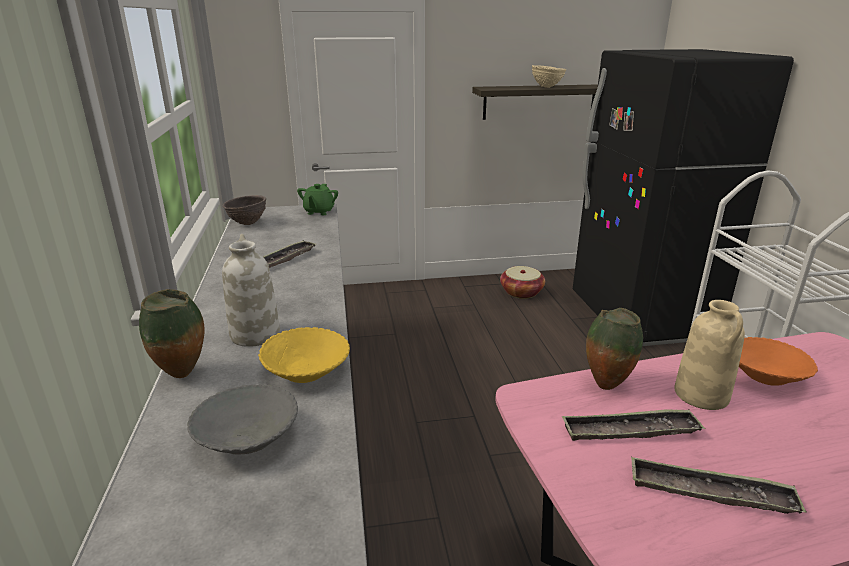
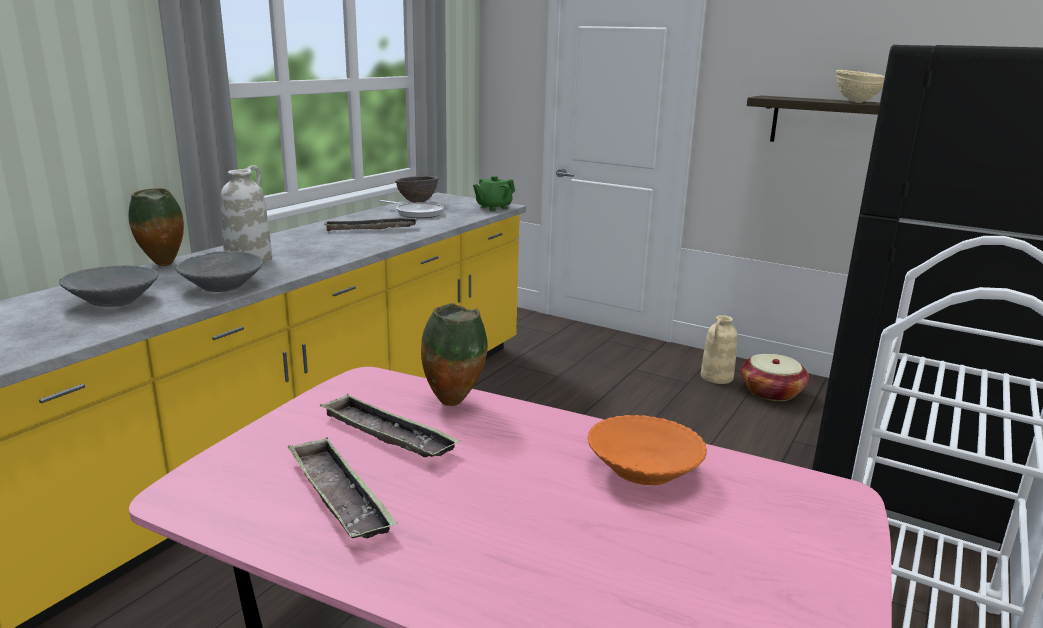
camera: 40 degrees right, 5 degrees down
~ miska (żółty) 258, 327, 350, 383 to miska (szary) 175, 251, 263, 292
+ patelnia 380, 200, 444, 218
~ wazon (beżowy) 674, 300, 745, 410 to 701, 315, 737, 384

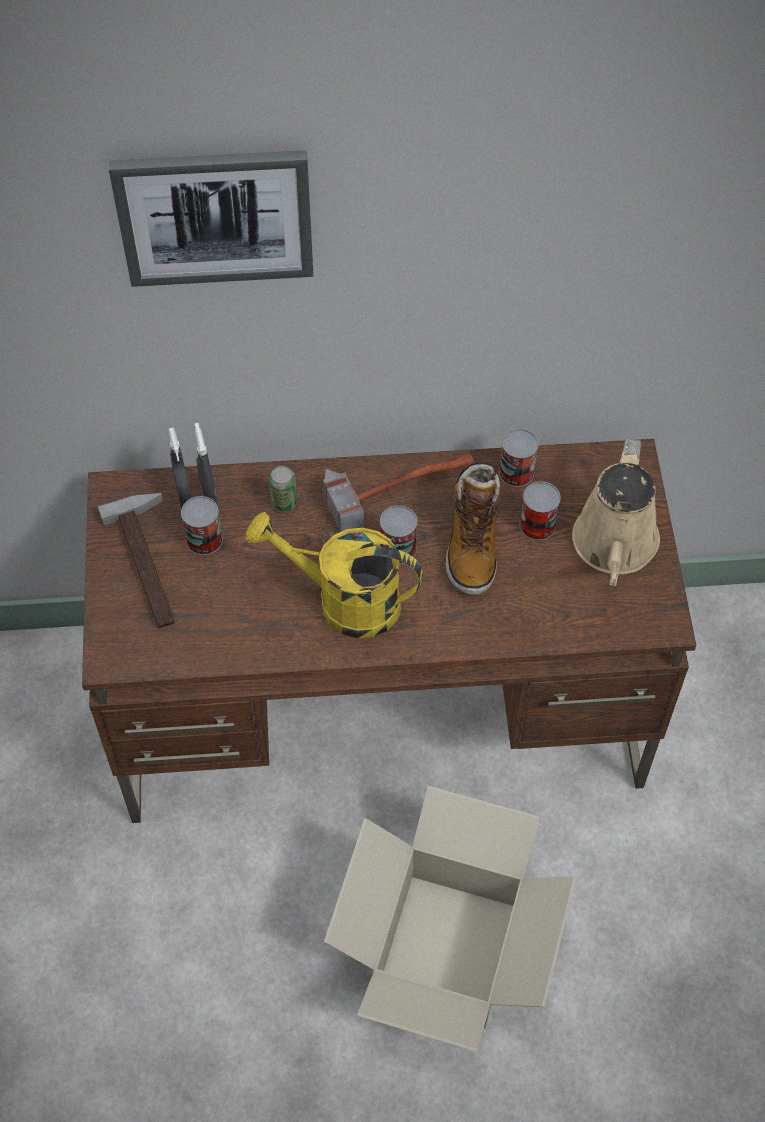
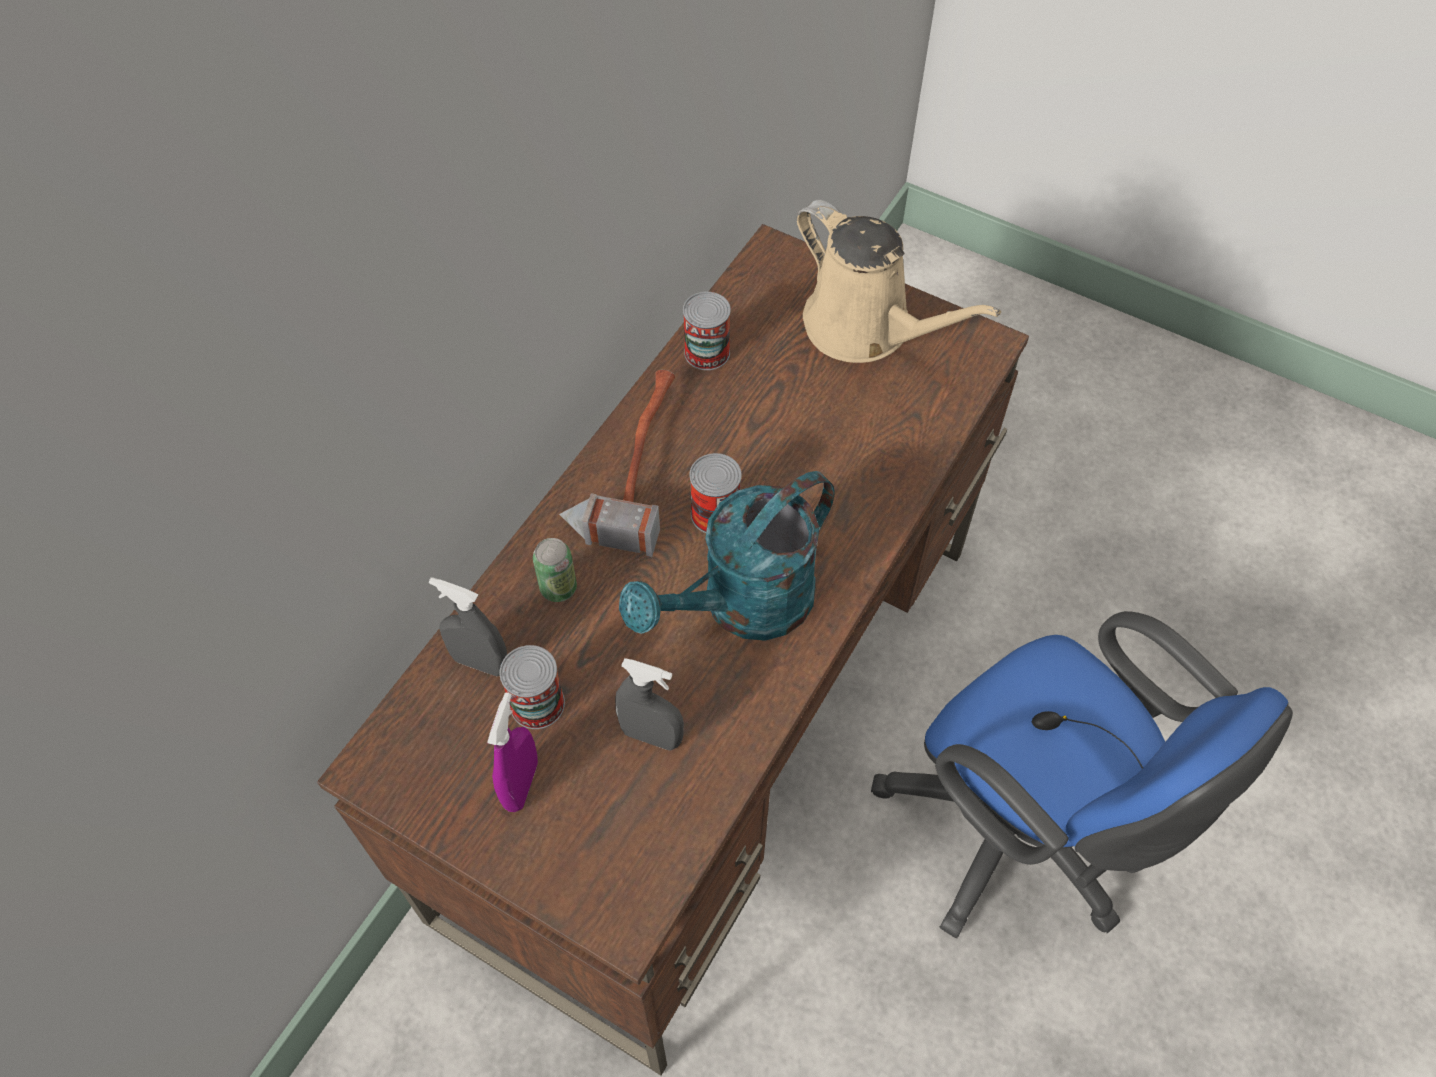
camera: 55 degrees left, 0 degrees up
~ młotek 98, 493, 175, 628 to spryskiwacz (fioletowy) 487, 693, 538, 812
~ spryskiwacz (szary) 169, 428, 191, 509 to 615, 658, 684, 751
~ konewka (żółty) 246, 512, 423, 638 to konewka (turkusowy) 619, 471, 835, 641
~ karton 324, 786, 576, 1052 to krzesło biurowe (niebieski) 871, 611, 1293, 938
- obraz 109, 150, 313, 287
- but z cholewką 446, 462, 501, 594
- puszka 519, 481, 561, 540

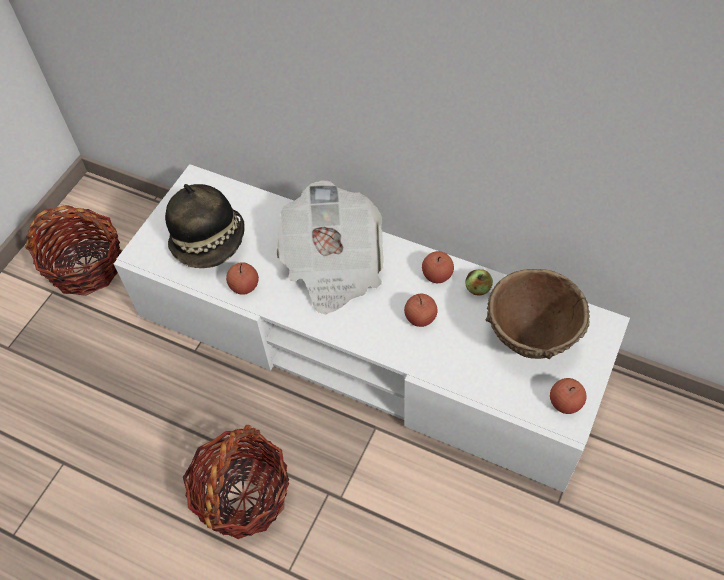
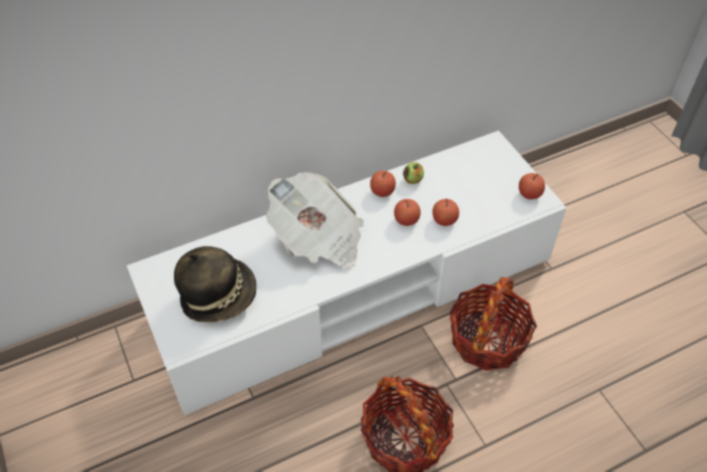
camera: 55 degrees left, 5 degrees down
~ jabłko 226, 262, 259, 295 to 432, 198, 459, 226
~ koszyk 25, 205, 121, 296 to 449, 277, 537, 371
- miska (brązowy) 485, 269, 590, 359

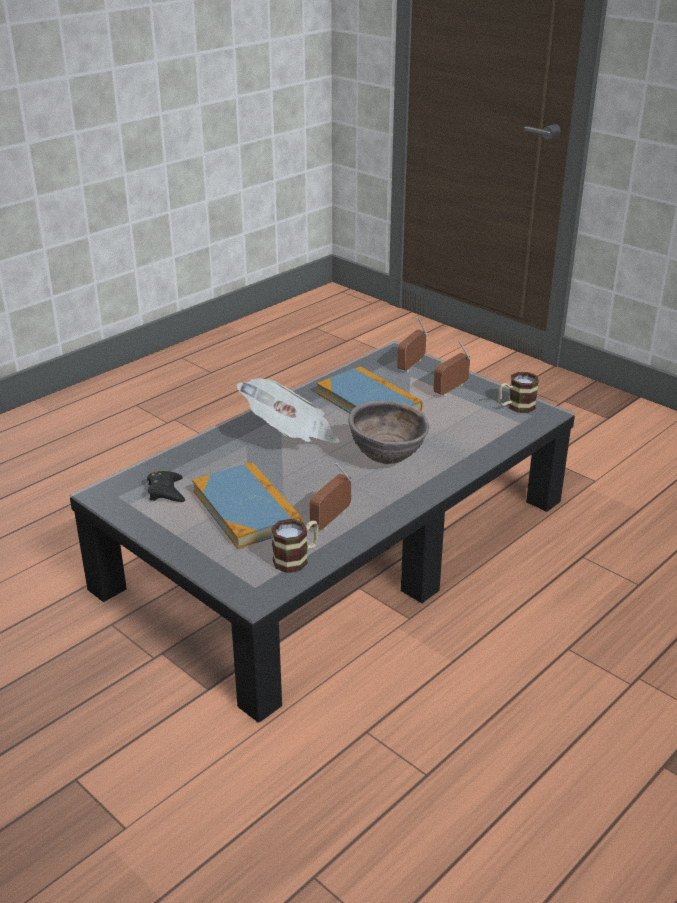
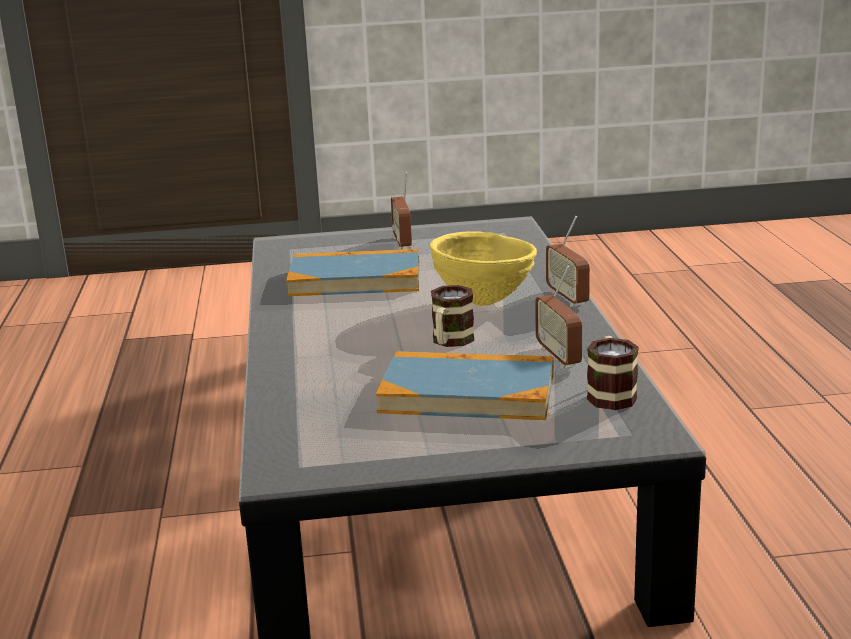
camera: 50 degrees left, 10 degrees down
~ miska (brązowy) 348, 400, 429, 464 to miska (żółty) 430, 231, 537, 306
~ kubek 499, 372, 539, 413 to 431, 285, 475, 347
~ radio 397, 316, 427, 372 to 546, 216, 590, 307
- pad do gier (czarny) 147, 471, 185, 502
- gazeta 236, 378, 340, 443

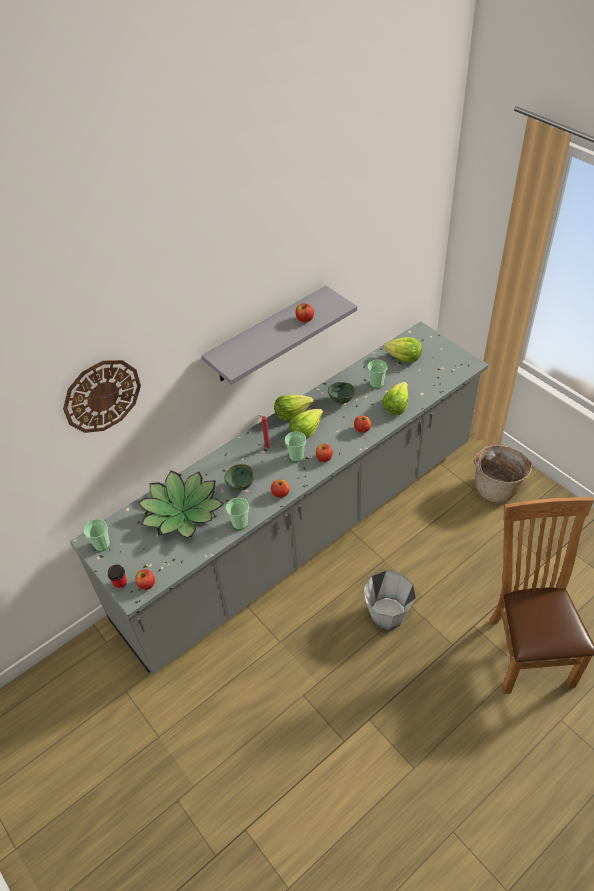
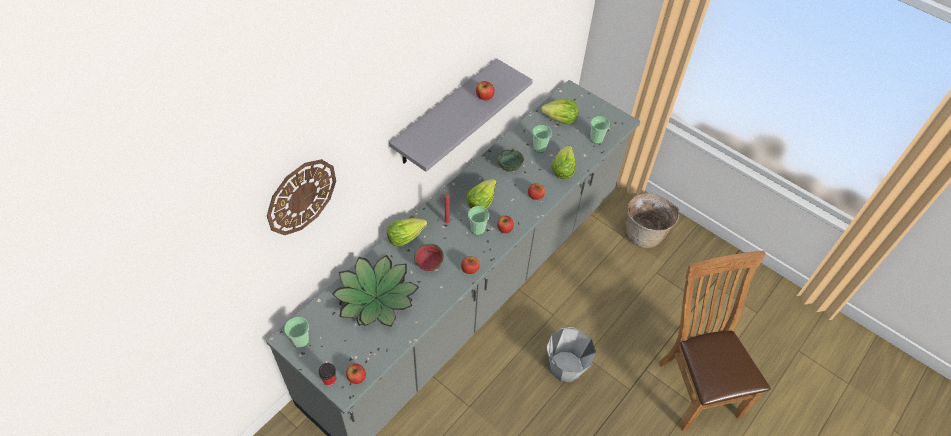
camera: 15 degrees left, 5 degrees up
~ sałata 274, 395, 314, 421 to 387, 218, 428, 247
~ miska (zielony) 224, 464, 254, 491 to miska (czerwony) 414, 244, 444, 271
~ filiżanka 226, 498, 249, 530 to 590, 116, 610, 144

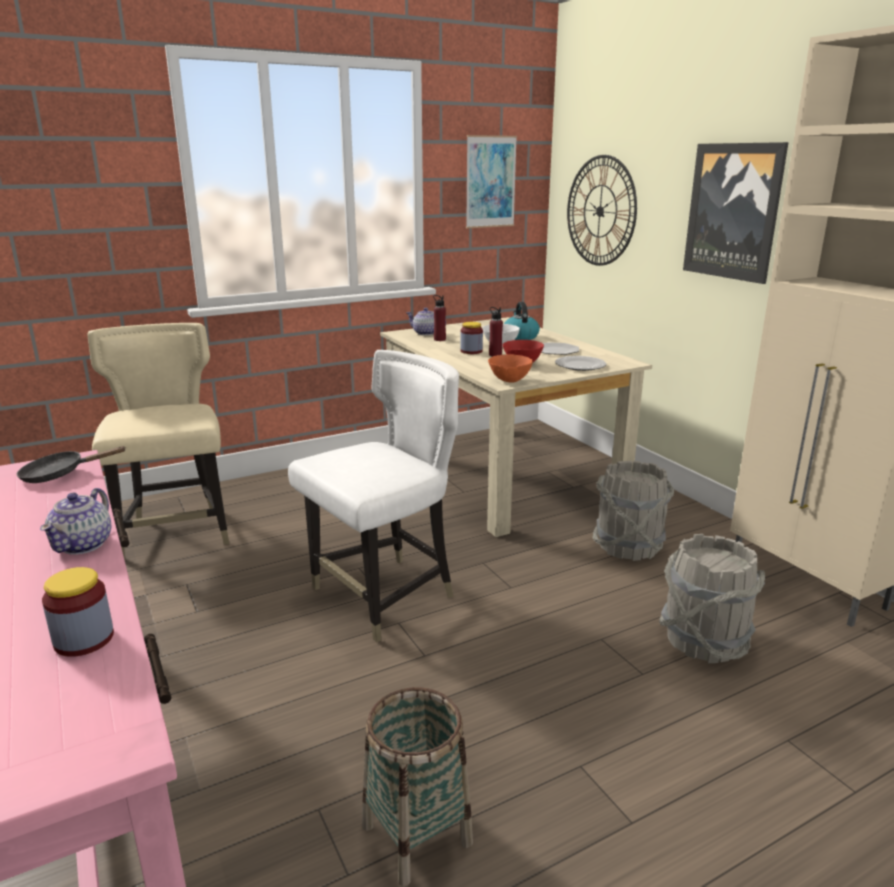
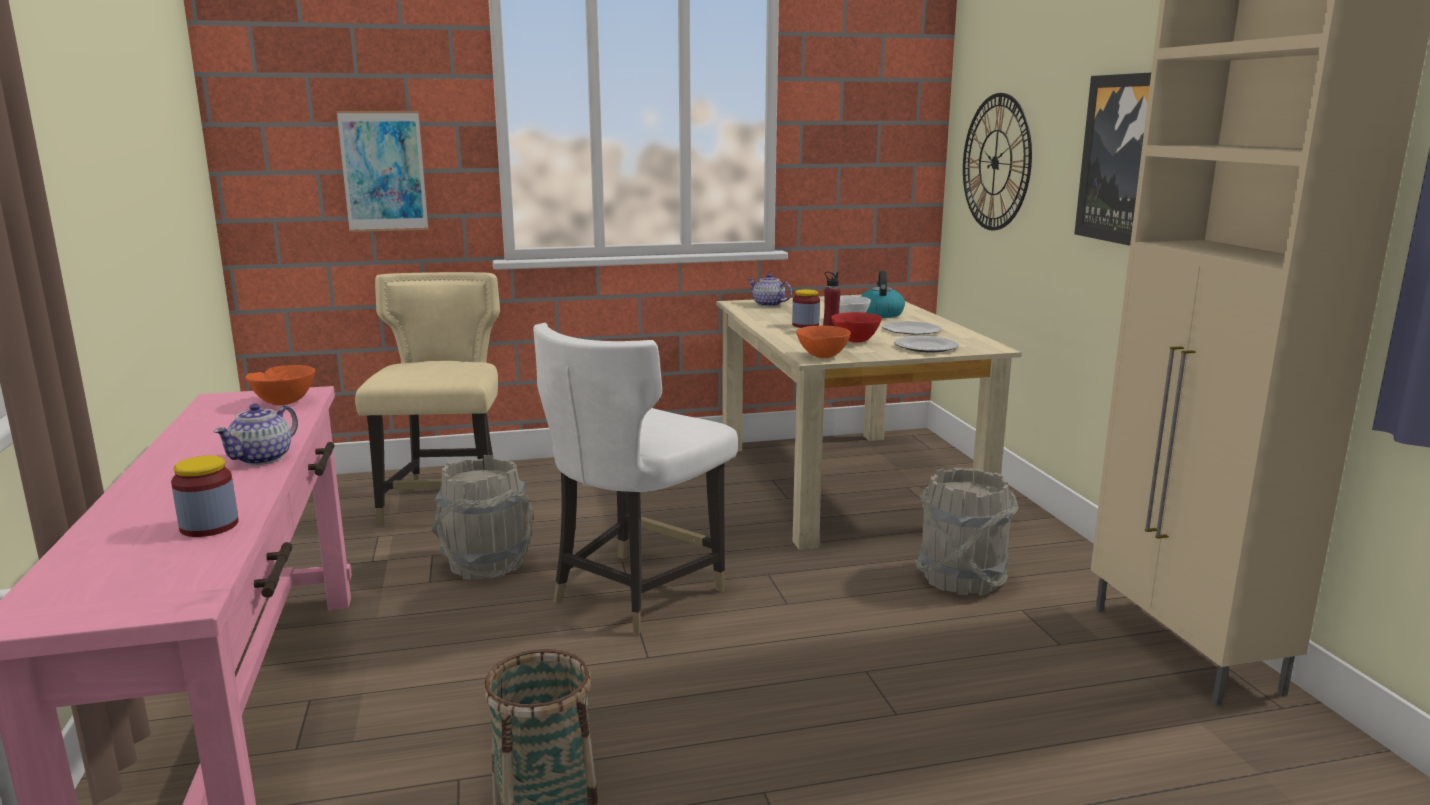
camera: 15 degrees right, 5 degrees down
~ patelnia (czarny) 17, 446, 125, 483 to miska (pomarańczowy) 245, 365, 315, 406
~ obraz 466, 135, 517, 228 to 336, 111, 428, 232
~ wiadro (szary) 659, 534, 765, 663 to 432, 455, 534, 579
~ krzesło (biały) 288, 350, 459, 642 = 533, 323, 738, 635 150 degrees clockwise
- butelka (czerwony) 433, 295, 446, 341

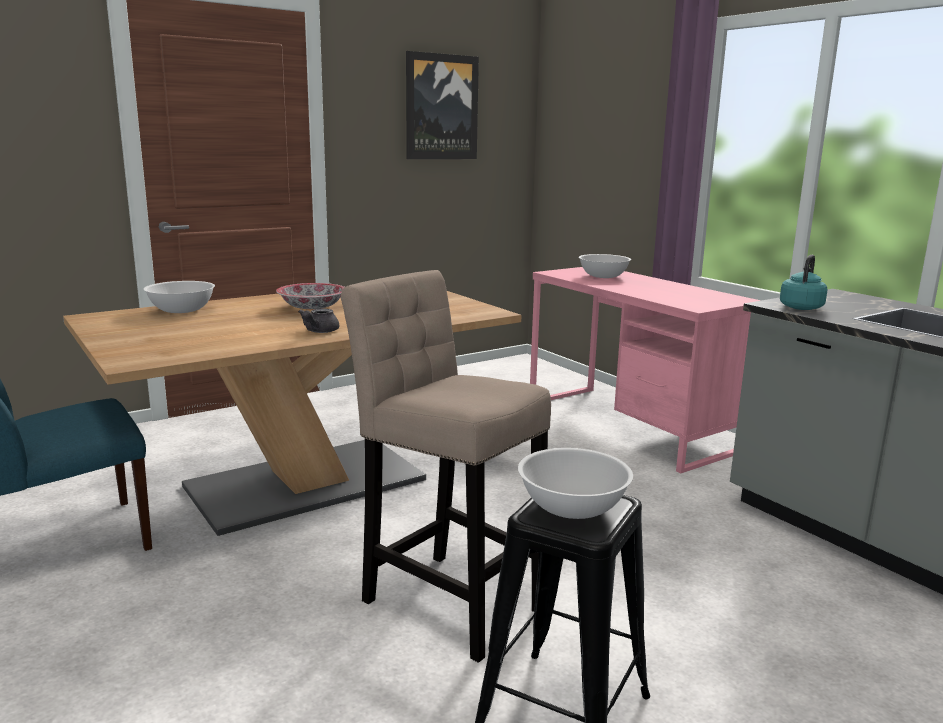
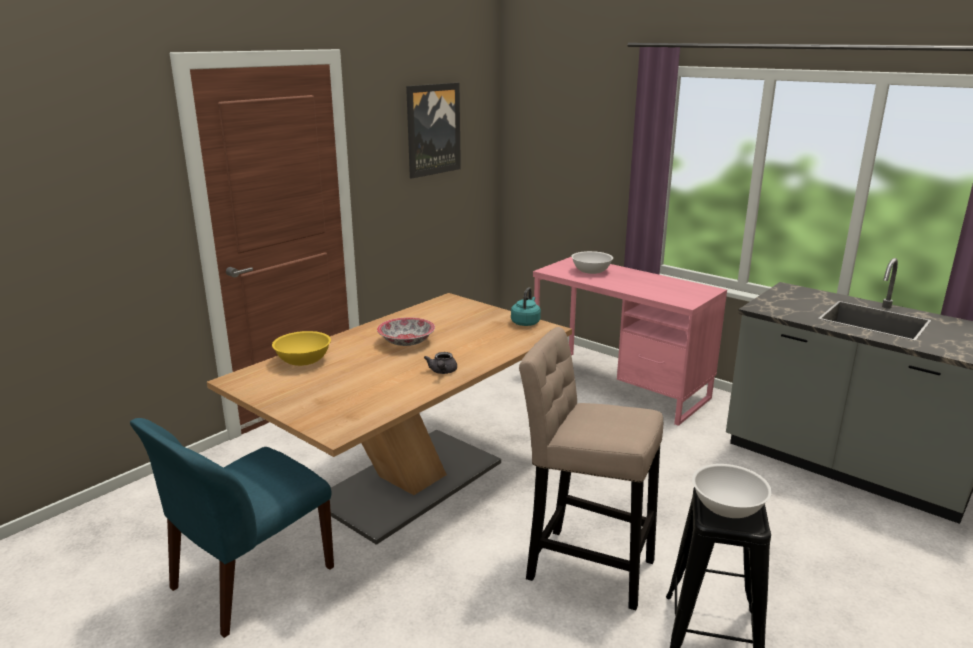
camera: 15 degrees left, 5 degrees up
~ miska (biały) 144, 281, 215, 313 to miska (żółty) 272, 331, 331, 366
~ czajnik (turkusowy) 780, 255, 827, 310 to 511, 287, 541, 326

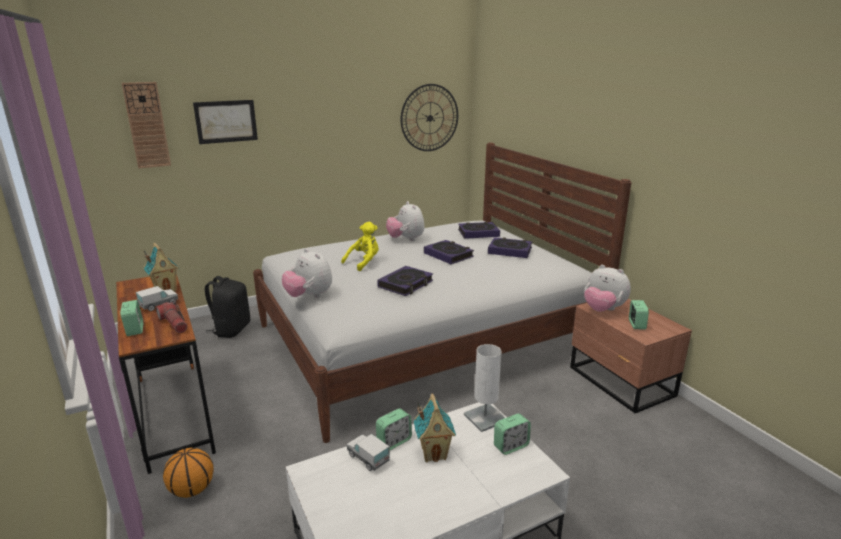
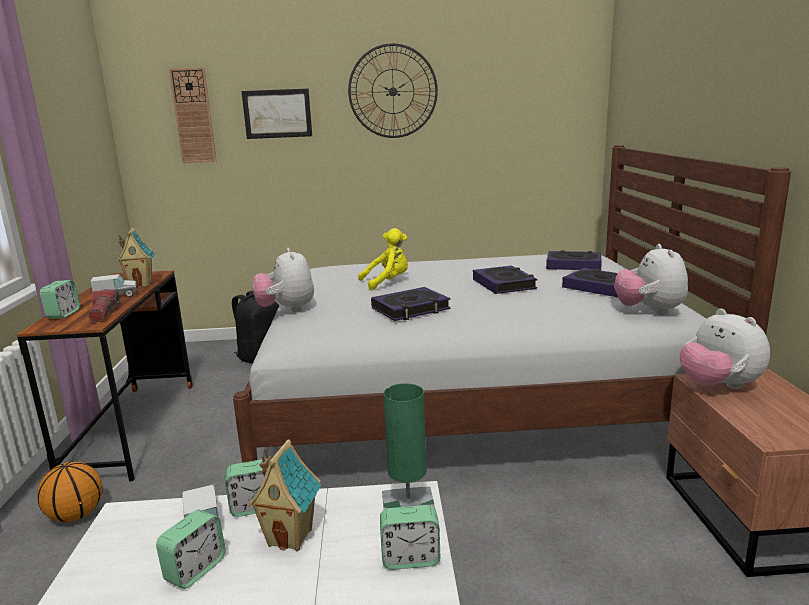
camera: 25 degrees right, 5 degrees down
~ budzik 629, 300, 649, 329 to 156, 510, 226, 589
~ zegar ścienny 401, 84, 458, 151 to 348, 43, 438, 138
~ lampa stołowa (biały) 464, 344, 505, 432 to lampa stołowa (zielony) 382, 383, 435, 510
~ pluszak 386, 201, 425, 241 to 614, 244, 688, 315

